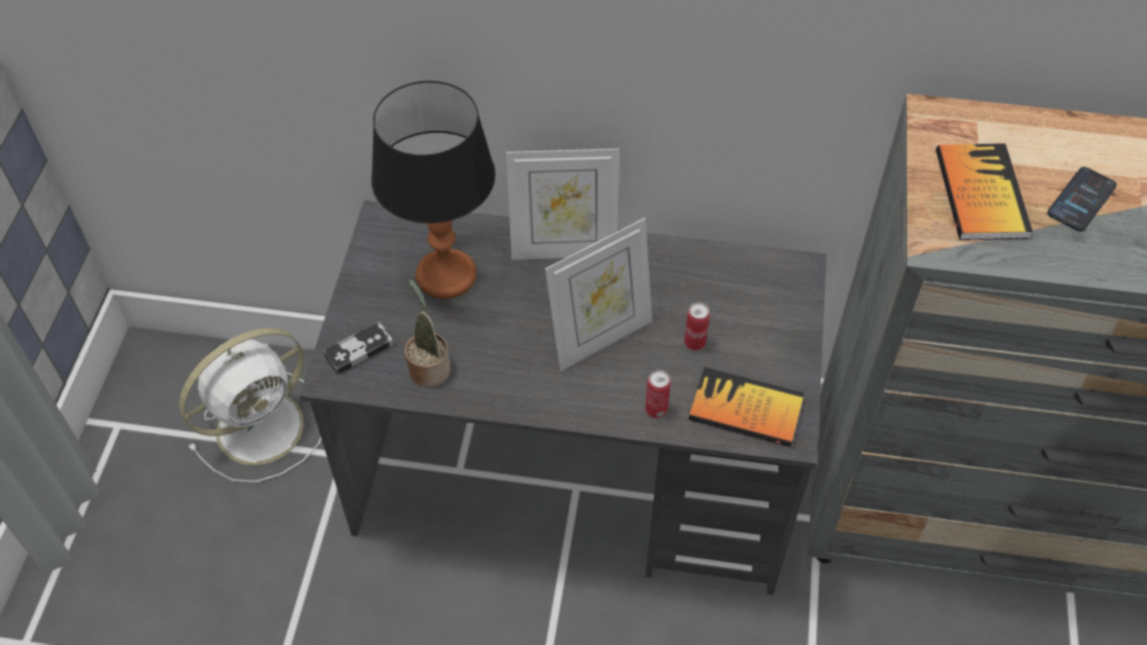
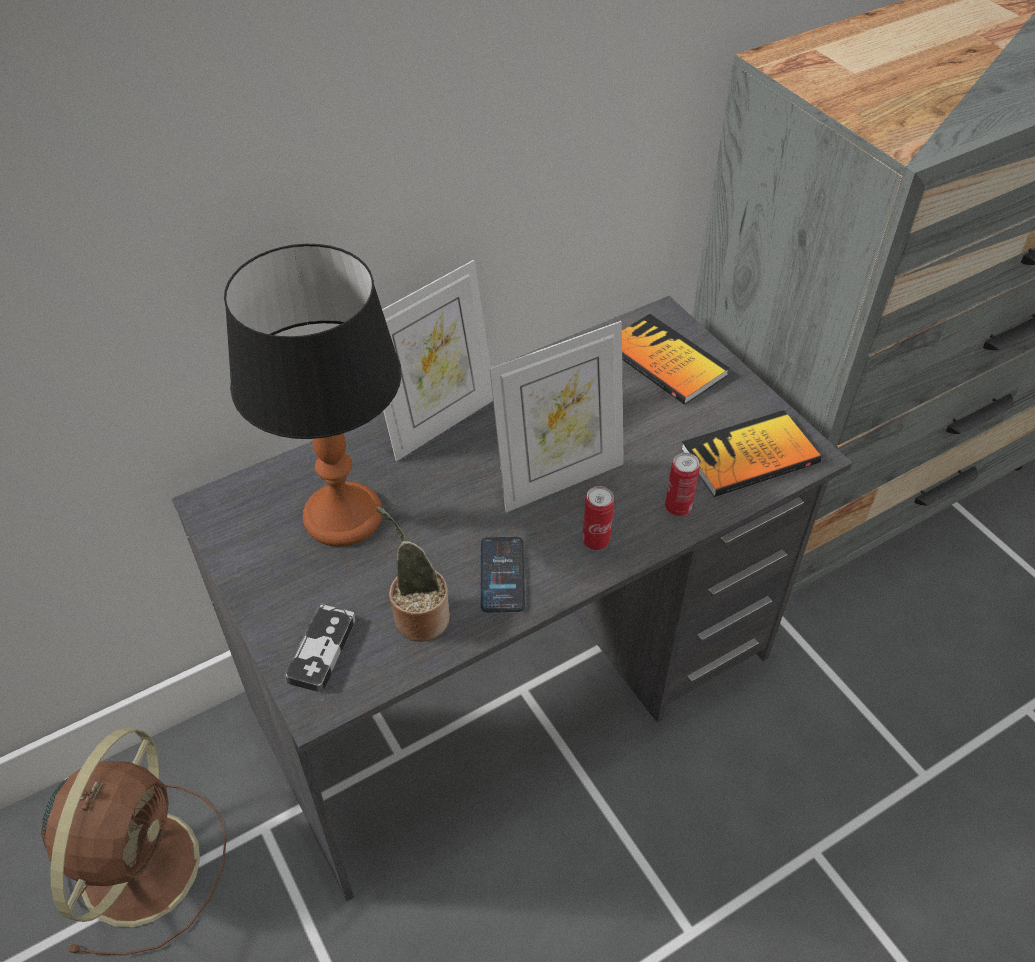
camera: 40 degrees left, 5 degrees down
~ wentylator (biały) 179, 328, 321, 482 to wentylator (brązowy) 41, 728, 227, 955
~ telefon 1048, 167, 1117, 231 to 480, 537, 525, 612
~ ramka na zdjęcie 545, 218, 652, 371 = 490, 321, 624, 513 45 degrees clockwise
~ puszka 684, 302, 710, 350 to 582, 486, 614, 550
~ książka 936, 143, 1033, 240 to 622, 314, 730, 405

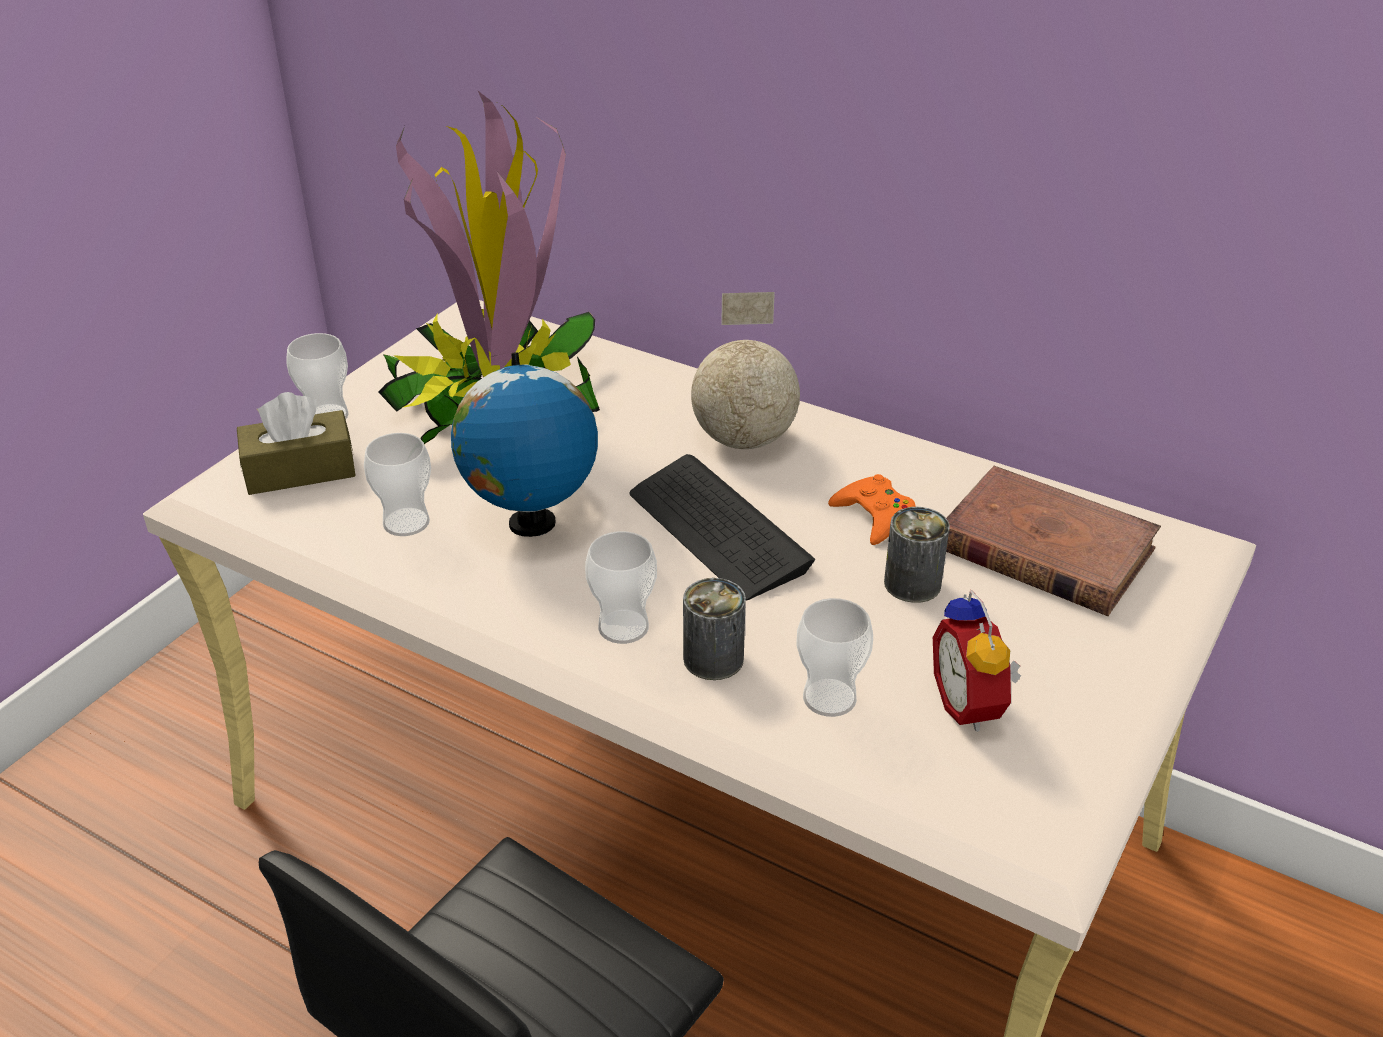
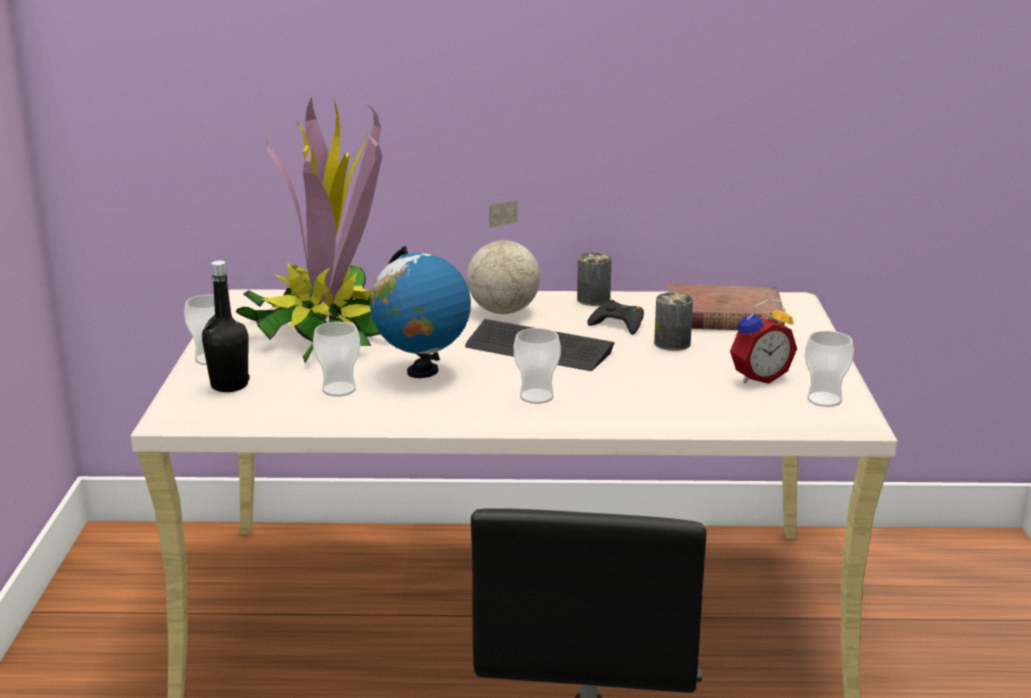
camera: 30 degrees left, 15 degrees down
~ pudełko chusteczek (brązowy) 237, 392, 356, 495 to butelka (czarny) 202, 261, 249, 392
~ puszka 683, 578, 746, 680 to 577, 253, 612, 306
~ pad do gier (pomarańczowy) 828, 474, 916, 545 to pad do gier (czarny) 587, 300, 644, 335
~ budzik 933, 590, 1021, 732 = 730, 299, 797, 384 75 degrees counterclockwise
~ filiżanka 797, 598, 873, 717 to 804, 331, 854, 407

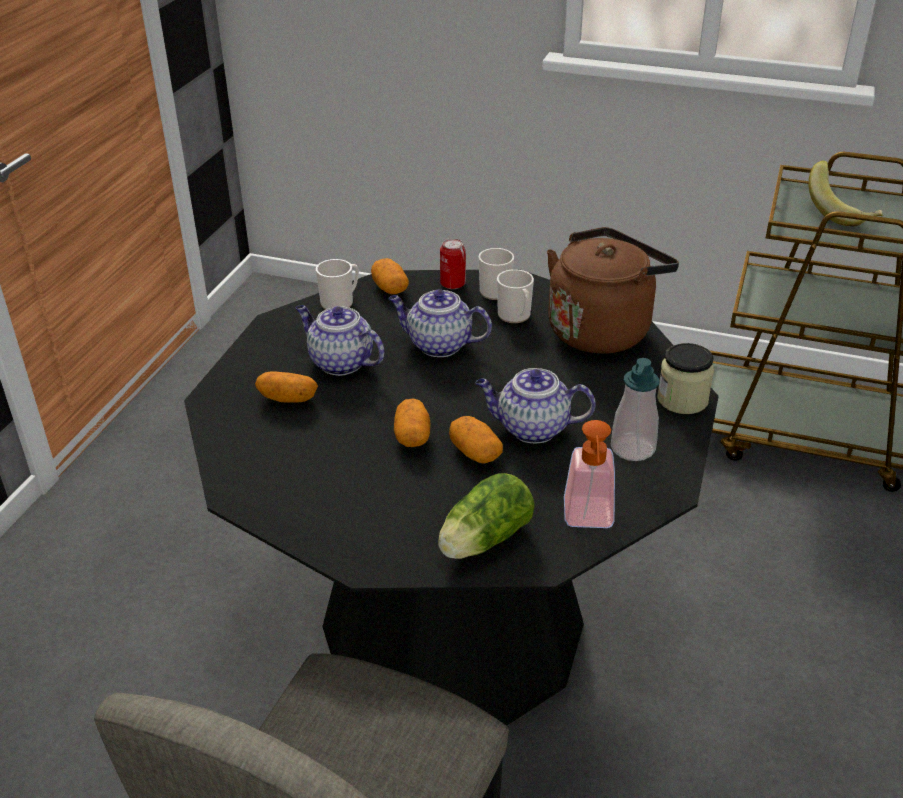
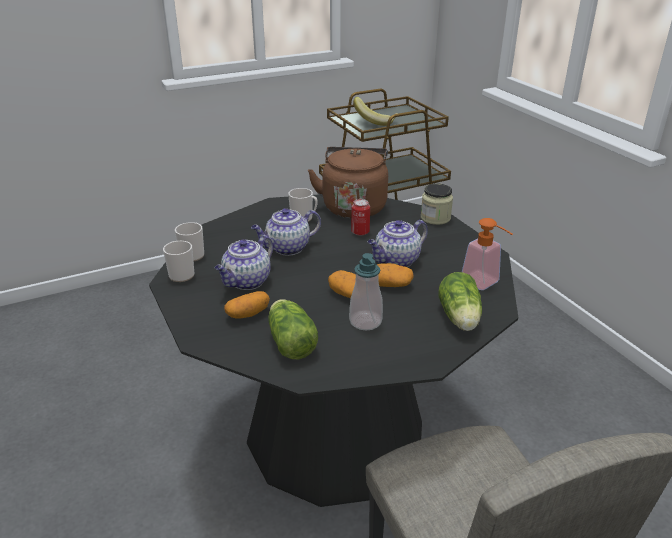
camera: 45 degrees left, 5 degrees down
~ kubek 479, 248, 514, 300 to 163, 241, 194, 282
~ imbryk 296, 305, 384, 376 = 215, 235, 273, 290 45 degrees counterclockwise
+ sałata 268, 299, 318, 359
~ dozownik mydła 611, 358, 660, 461 to 349, 253, 383, 330
~ puszka 440, 238, 466, 289 to 351, 199, 370, 236
- ziemniak 371, 258, 409, 294

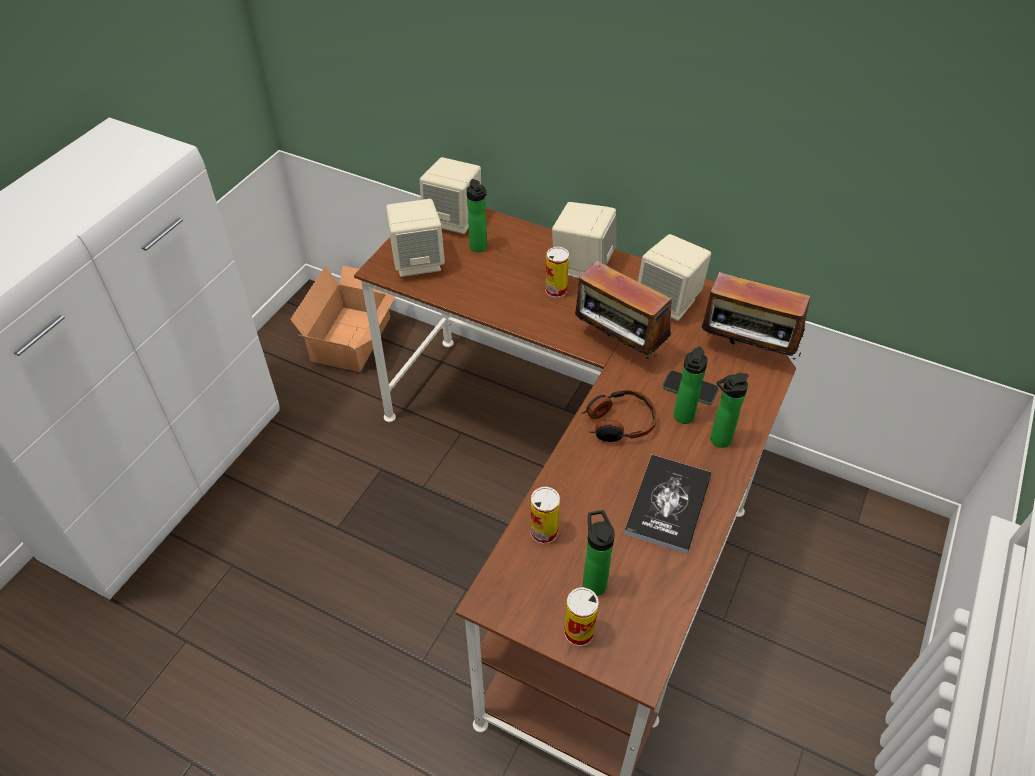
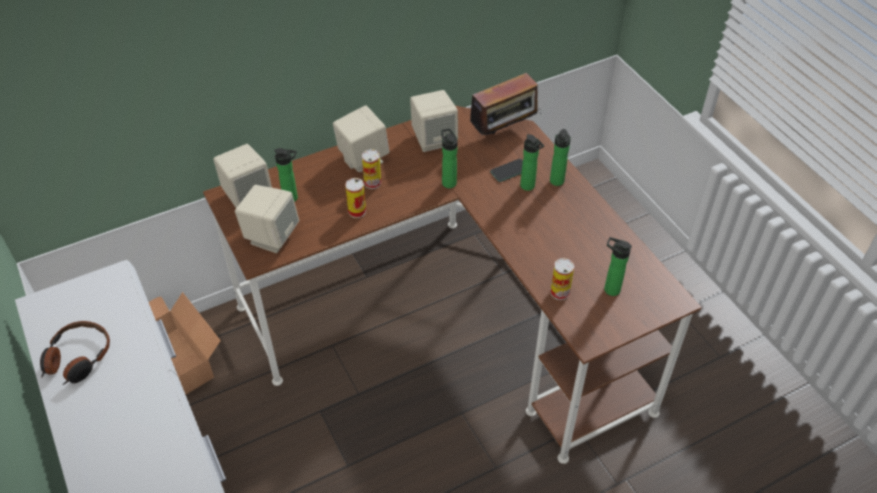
camera: 55 degrees left, 0 degrees up
~ słuchawki 581, 390, 657, 442 to 40, 321, 110, 385
~ puszka 564, 587, 599, 647 to 345, 178, 366, 218
~ radio 575, 259, 672, 359 to butelka 441, 128, 458, 188
- książka 624, 455, 711, 554

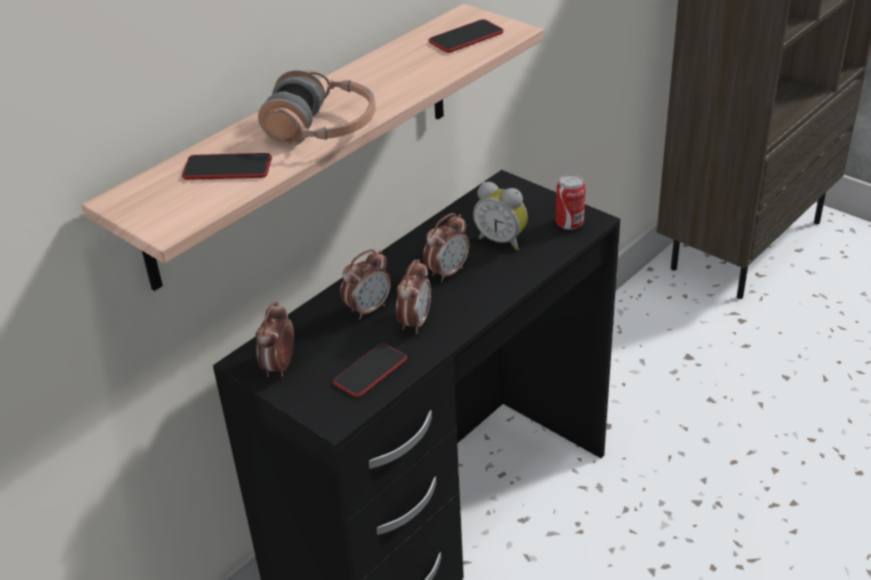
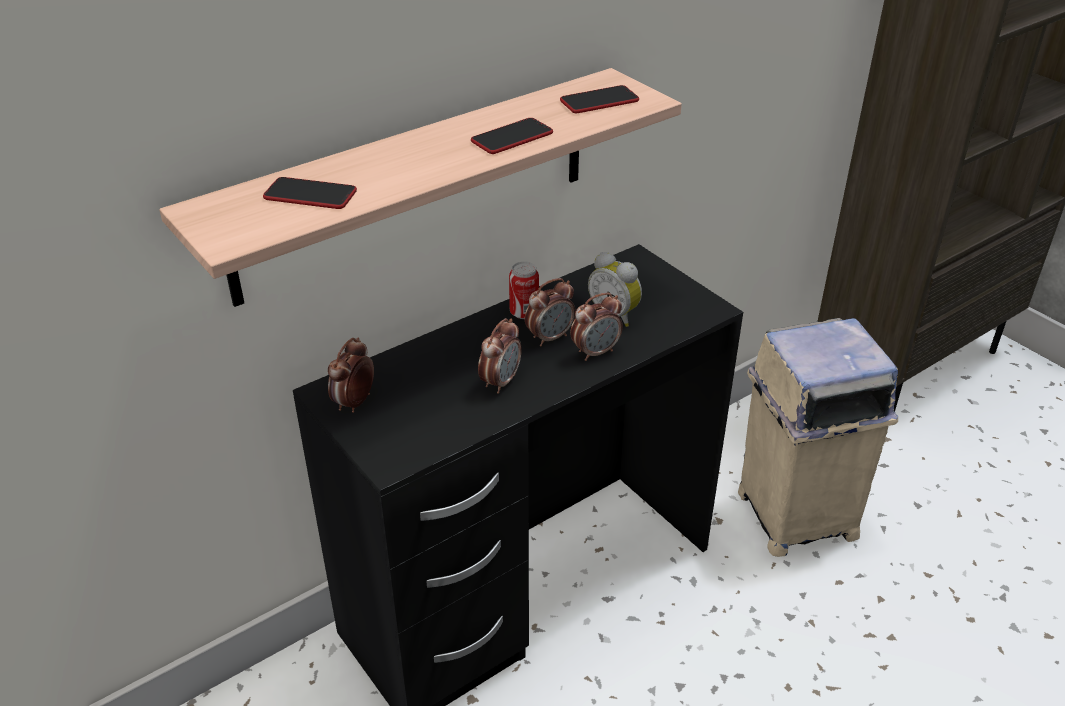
camera: 10 degrees right, 0 degrees up
~ telefon 333, 343, 407, 397 to 471, 118, 553, 154
~ puszka 556, 174, 585, 230 to 509, 261, 539, 319
~ budzik 340, 249, 391, 320 to 570, 292, 623, 361
+ kosz na śmieci (beżowy) 738, 318, 898, 557
- słuchawki 258, 70, 376, 146

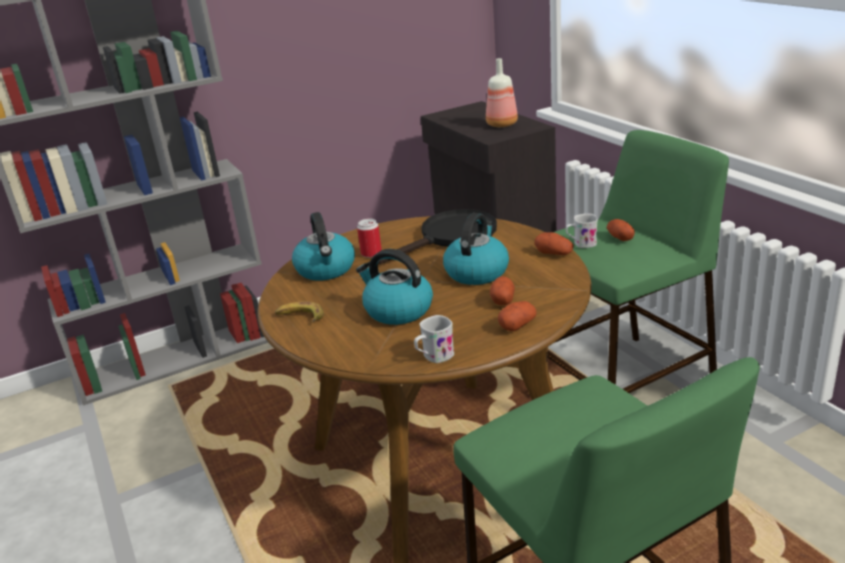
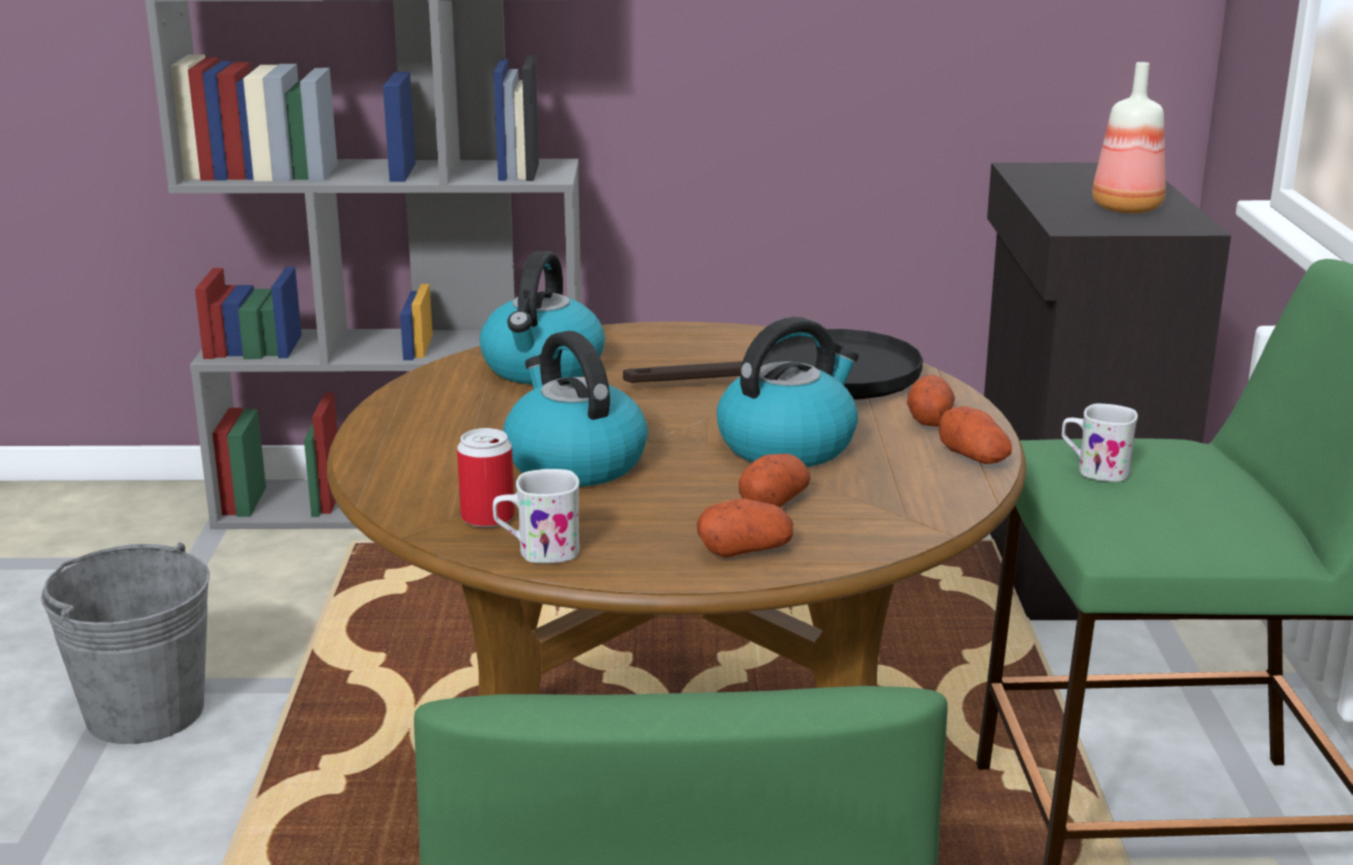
camera: 25 degrees right, 5 degrees down
+ wiadro (szary) 41, 542, 210, 744
~ puszka 357, 219, 382, 258 to 457, 428, 515, 528
~ ziemniak 607, 219, 635, 241 to 907, 375, 955, 427
- banan 275, 301, 324, 323

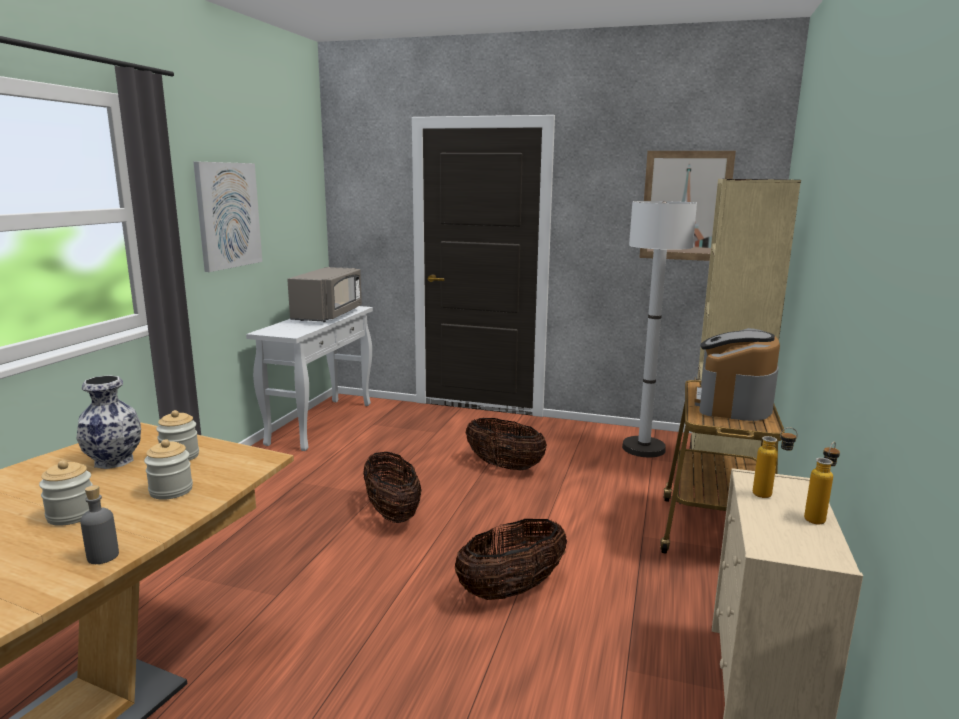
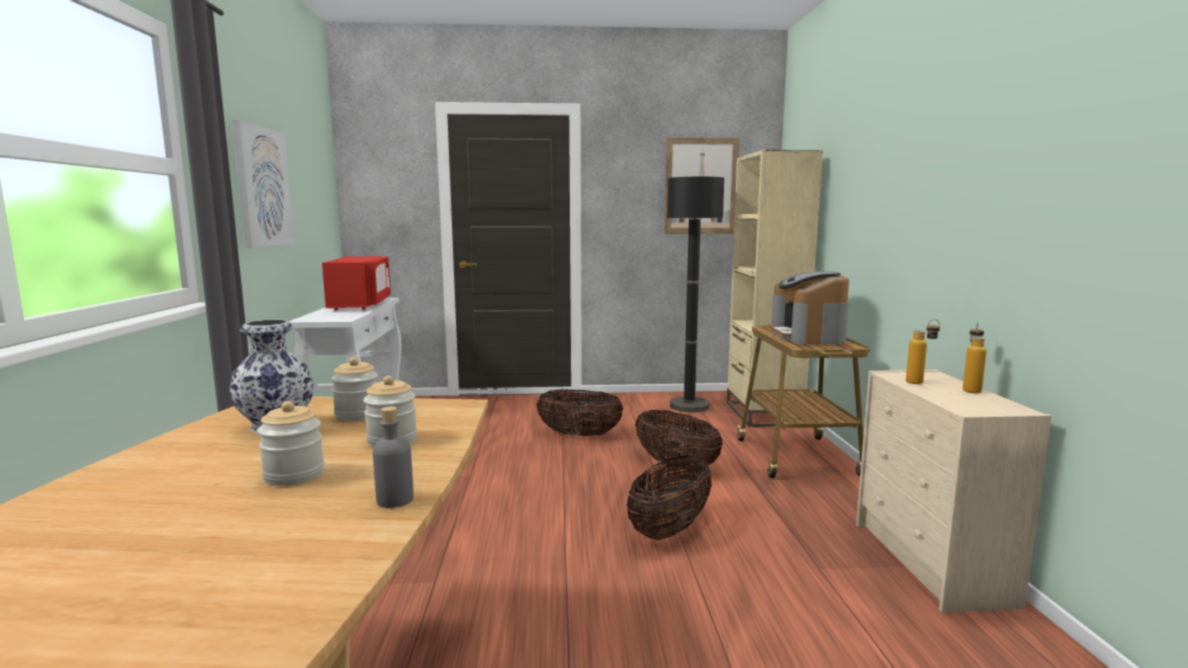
camera: 20 degrees left, 5 degrees down
~ mikrofalówka (szary) 287, 267, 362, 322 to mikrofalówka (czerwony) 322, 256, 391, 310
~ koszyk 363, 452, 422, 523 to 635, 410, 723, 471
~ lampa stojąca (biały) 622, 201, 697, 457 to lampa stojąca (czarny) 667, 177, 724, 412

